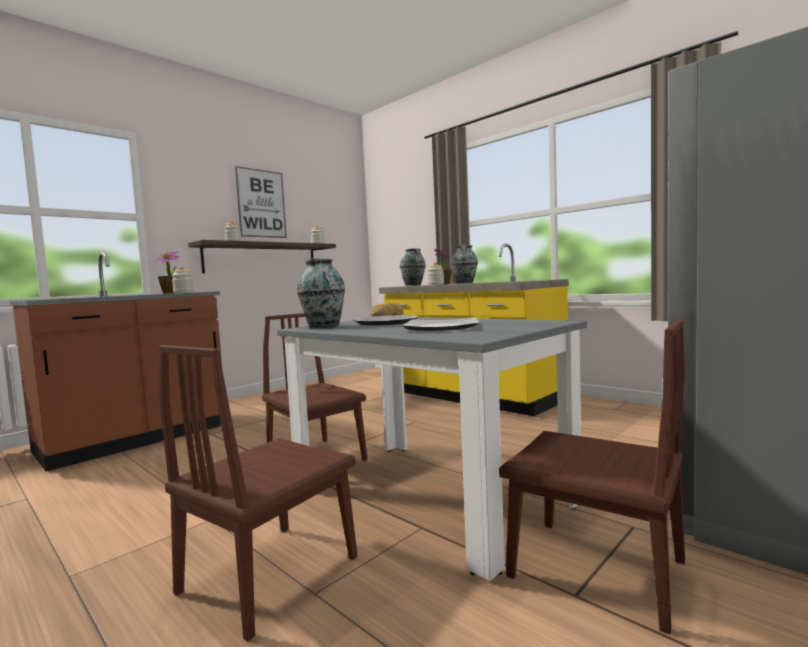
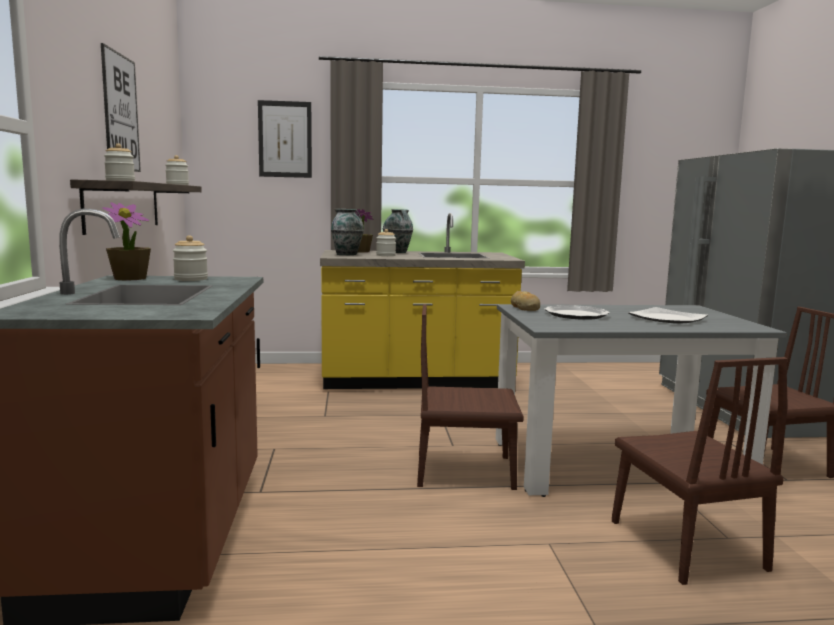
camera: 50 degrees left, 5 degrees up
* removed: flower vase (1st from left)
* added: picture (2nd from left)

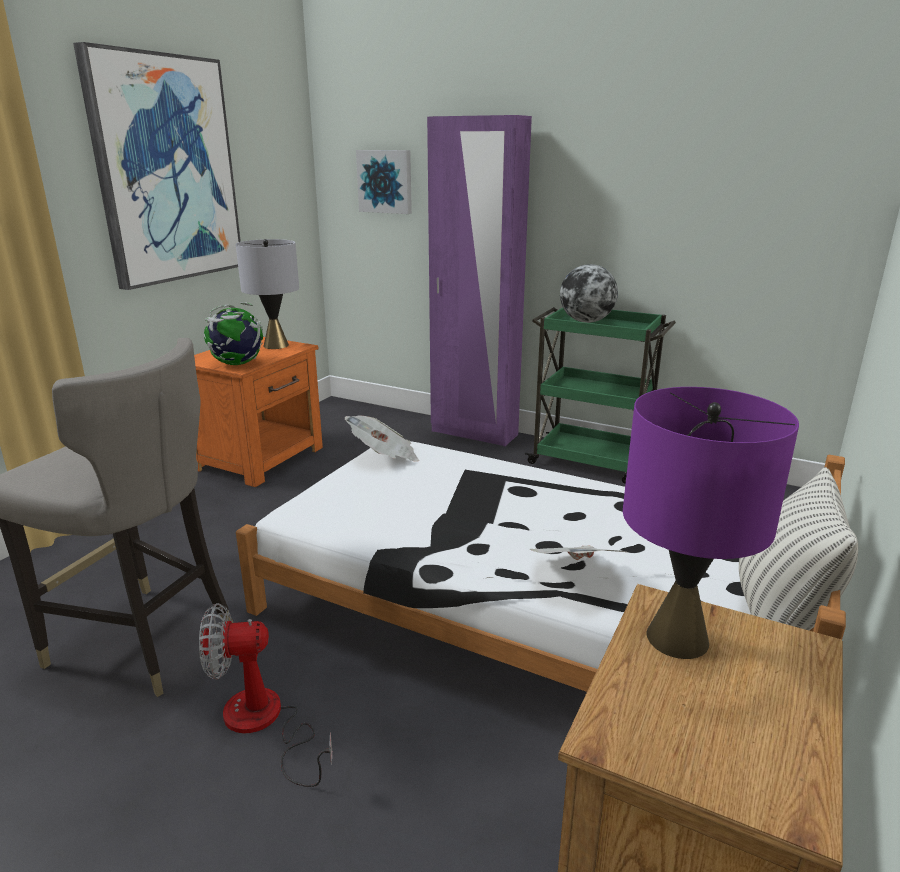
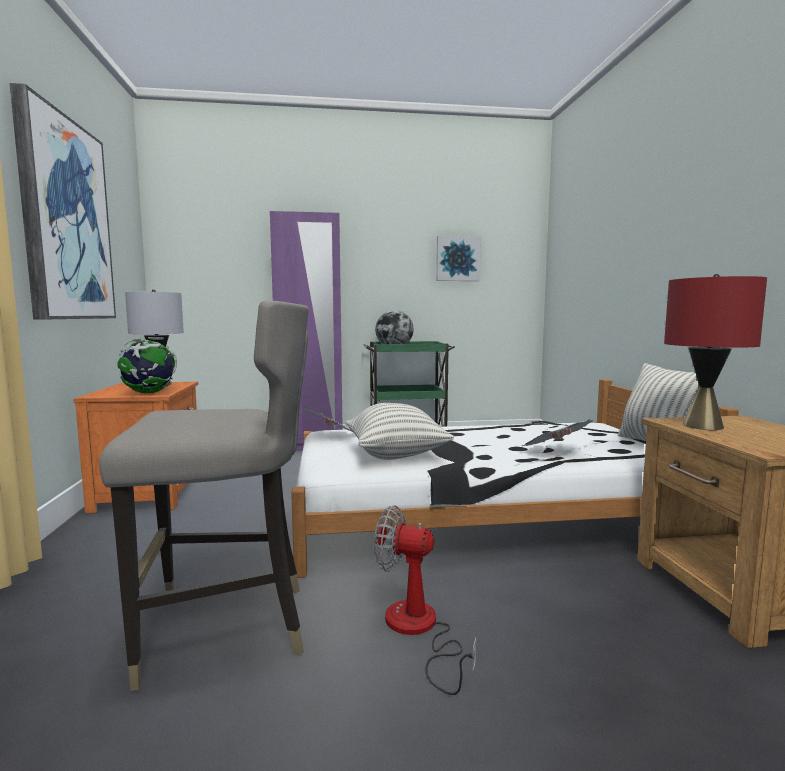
camera: 35 degrees left, 15 degrees down
* turned: electric fan 60 degrees clockwise
* moved: picture (2nd from left)
* recoloured: lamp for a table (purple-coloured) to lamp for a table (red)
* added: cushion (1st from left)

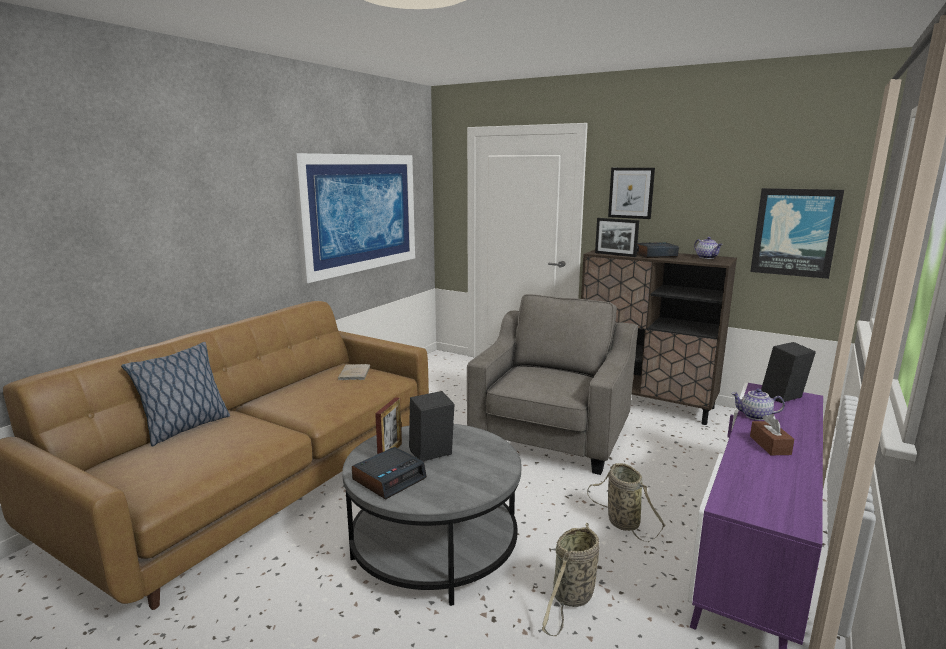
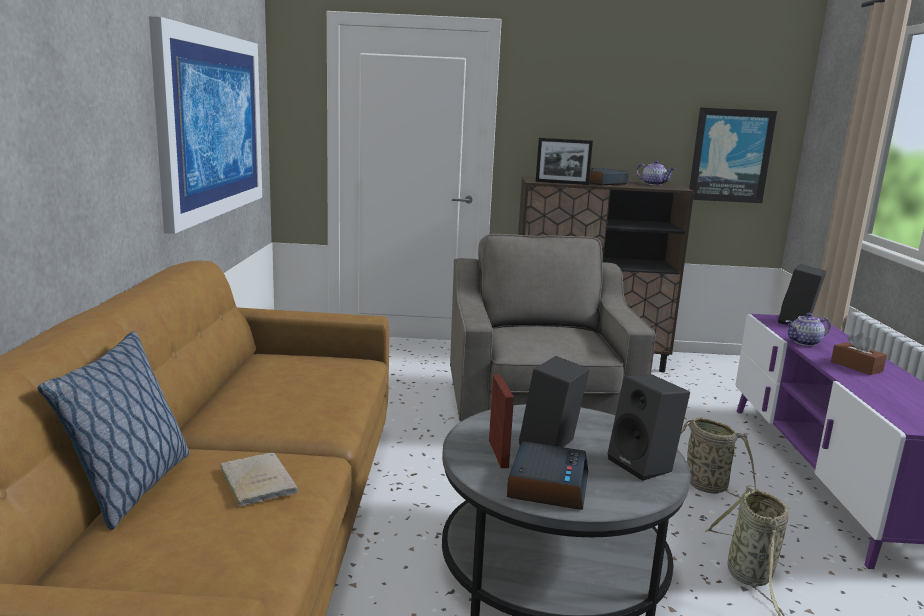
camera: 30 degrees left, 0 degrees up
* moved: bound book (beige-coloured)
* removed: picture (2nd from left)
* added: speaker (black-coloured) (2nd from left)

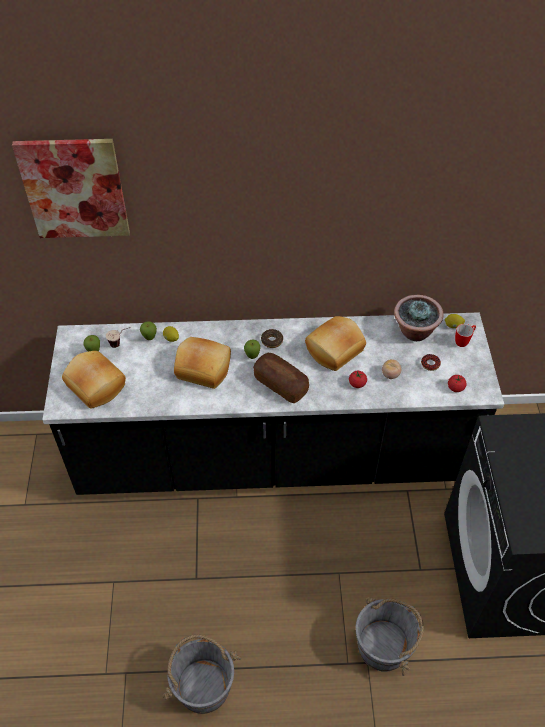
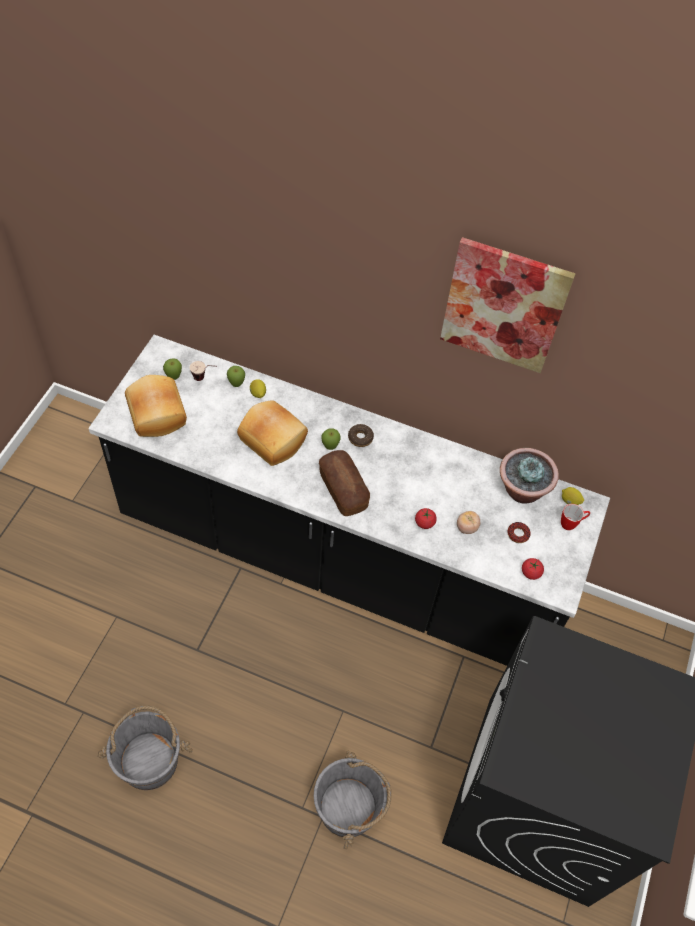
camera: 20 degrees right, 5 degrees up
* moved: picture
* removed: baked bread (4th from left)

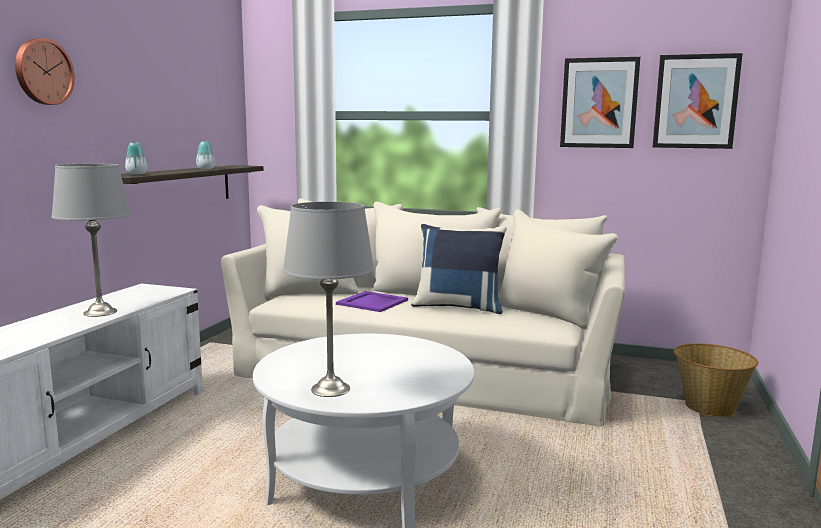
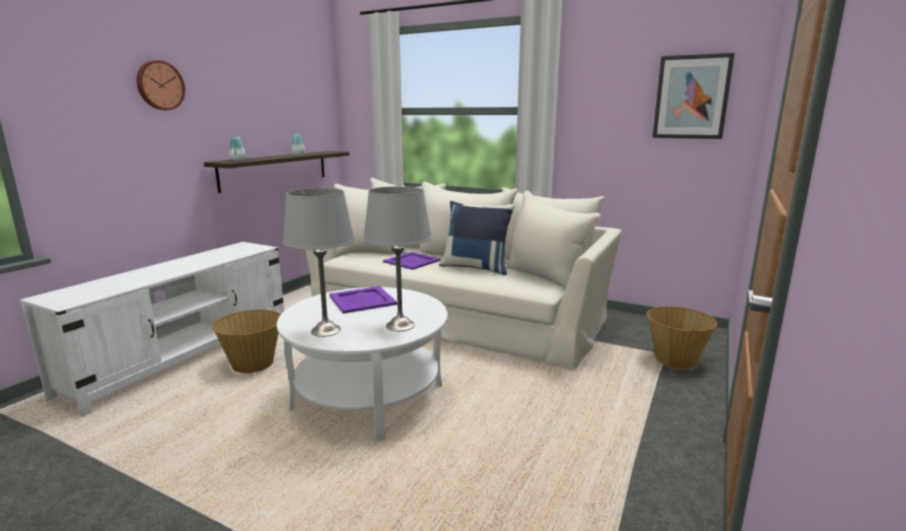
camera: 10 degrees right, 5 degrees up
* moved: lamp for a table (greyish) (1st from left in the first image) to lamp for a table (greyish) (2nd from left)
* removed: picture (1st from left)
* added: basket (1st from left)
* added: carrying tray (purple-coloured) (1st from left)

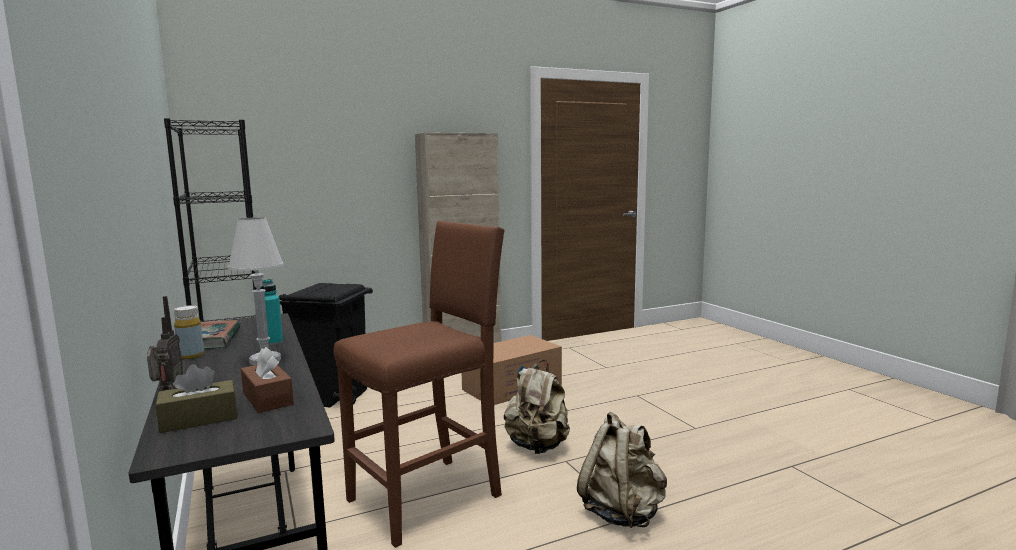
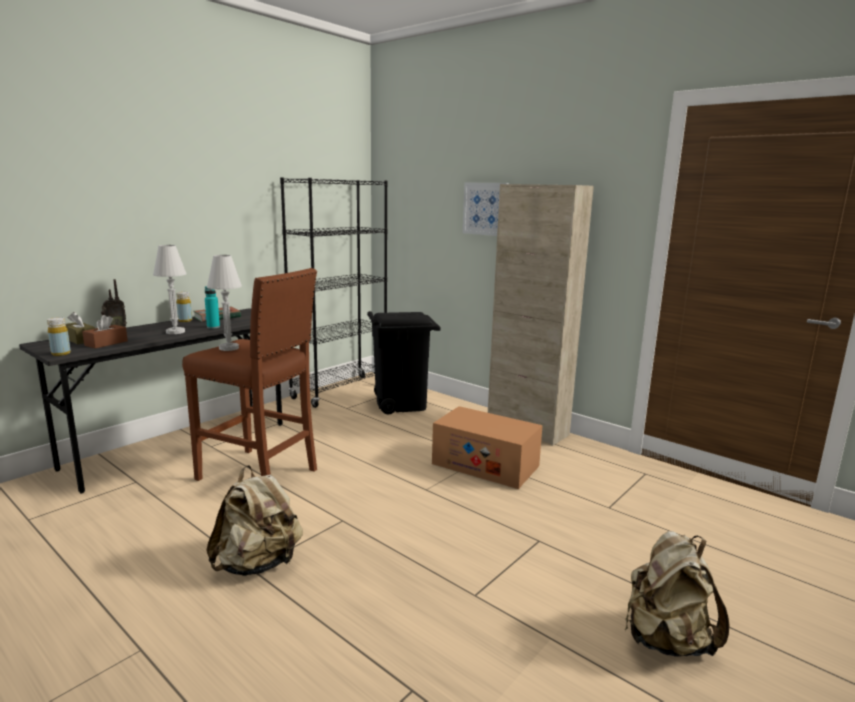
camera: 65 degrees right, 5 degrees up
* moved: knapsack (beige-coloured) (1st from left in the first image) to knapsack (beige-coloured) (2nd from left)
* added: beverage bottle (yellowish) (1st from left)
* added: lamp for a table (white-coloured) (2nd from left)
* added: picture

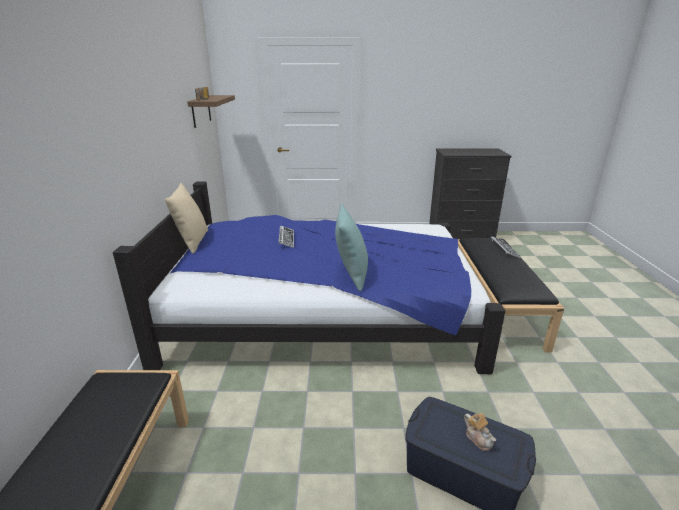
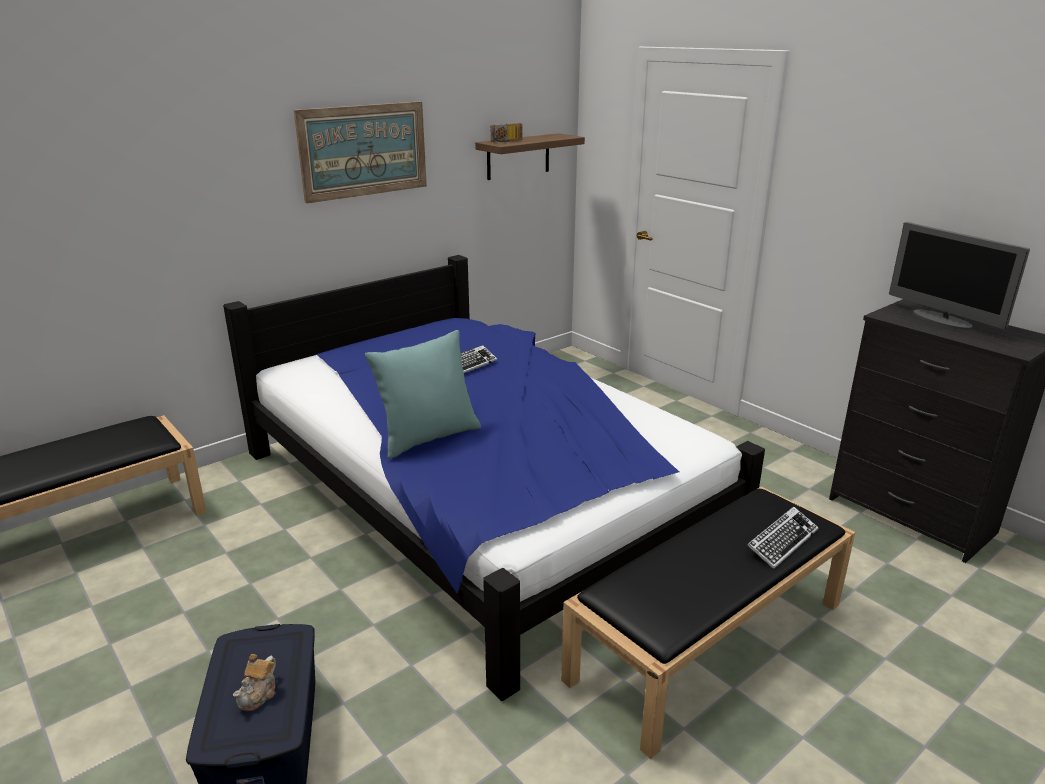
camera: 50 degrees right, 0 degrees up
* removed: cushion (beige-coloured)
* added: picture
* added: monitor

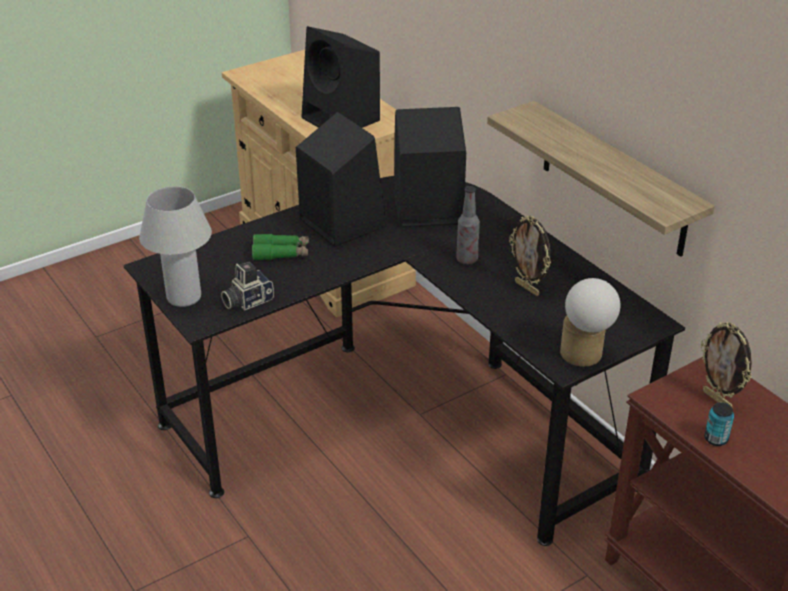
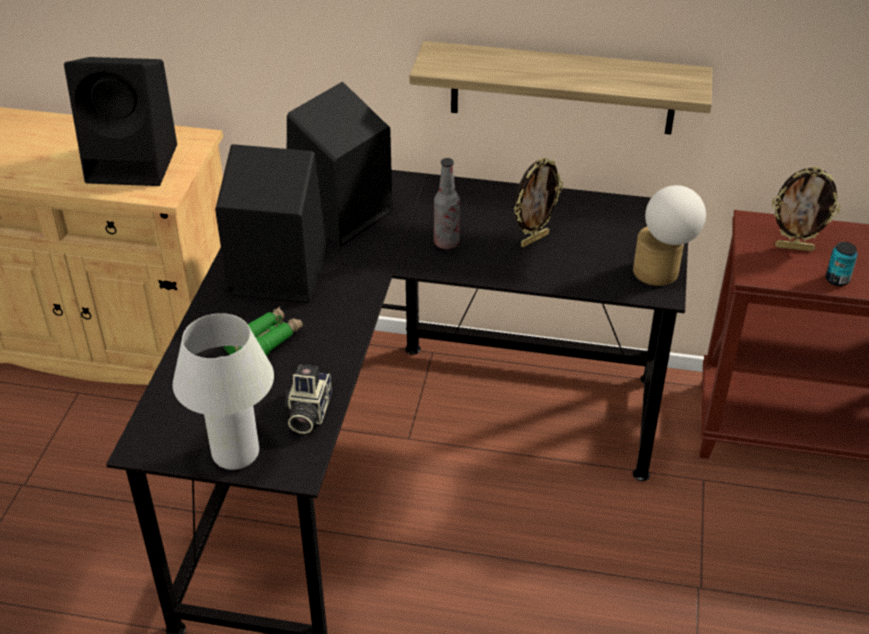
camera: 45 degrees left, 5 degrees up
* turned: standing frame (1st from left) 45 degrees counterclockwise

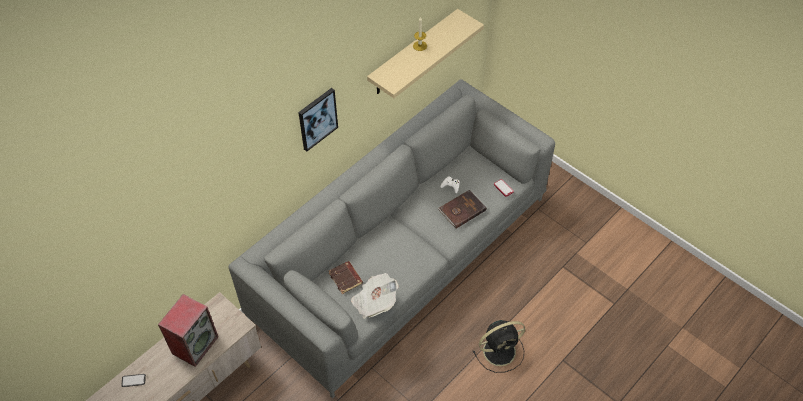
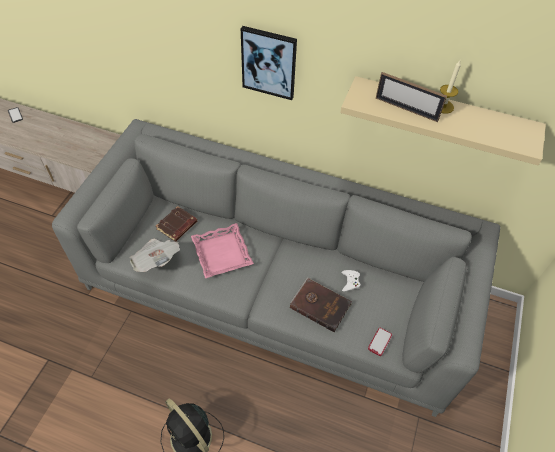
camera: 65 degrees right, 0 degrees up
* removed: speaker
* added: carrying tray (pink)
* added: standing frame

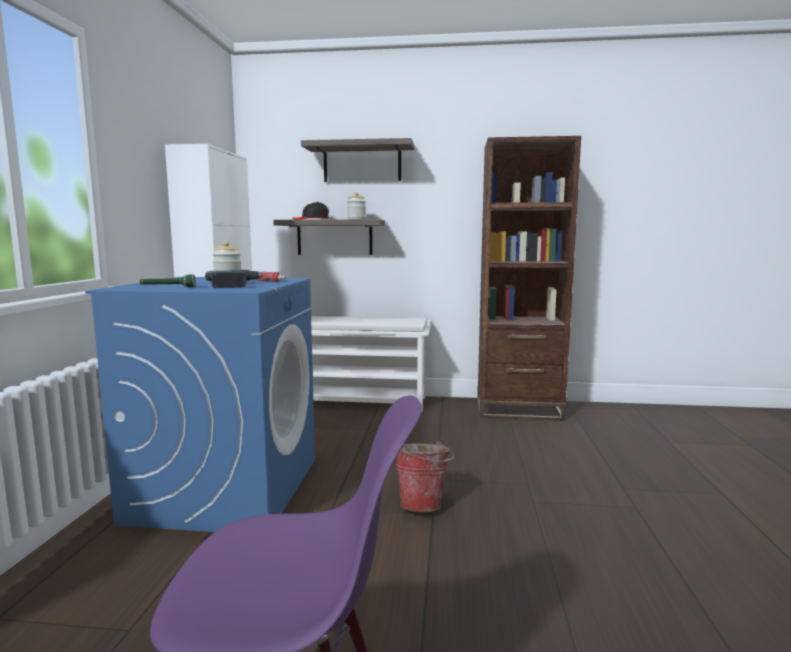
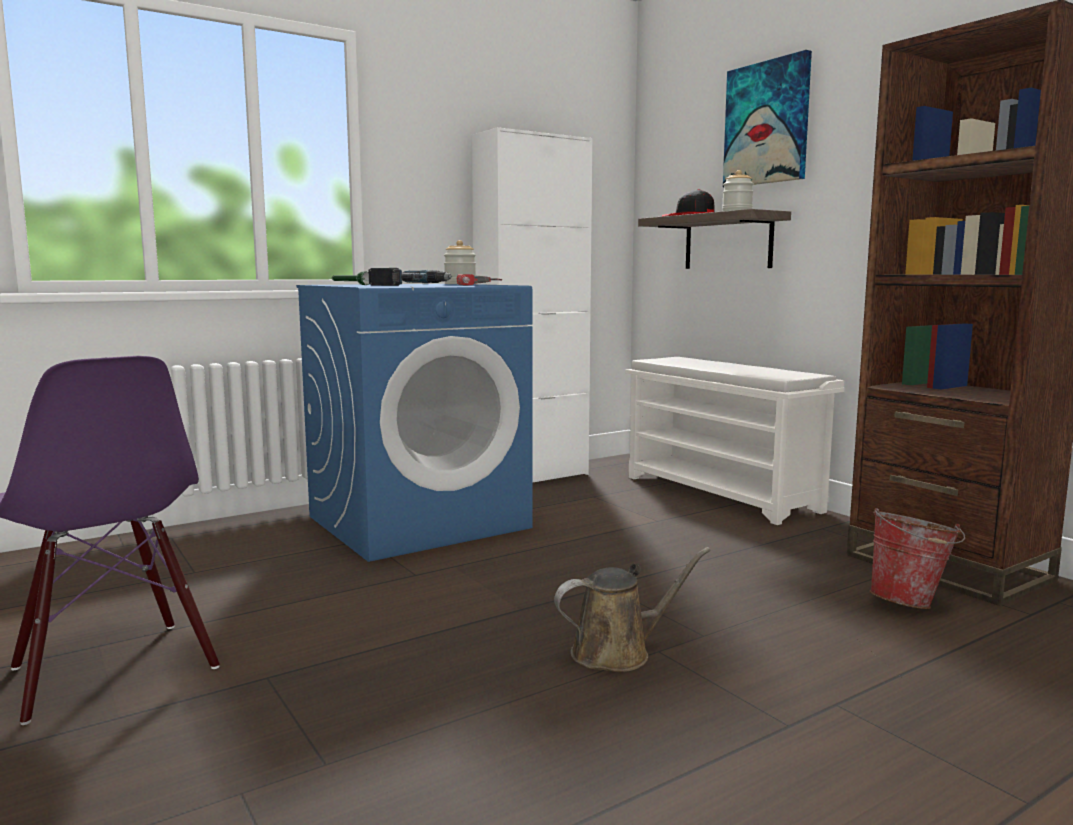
camera: 50 degrees right, 0 degrees up
* replaced: wall shelf (2nd from left) to picture
* moved: pail
* added: watering pot (brown)

